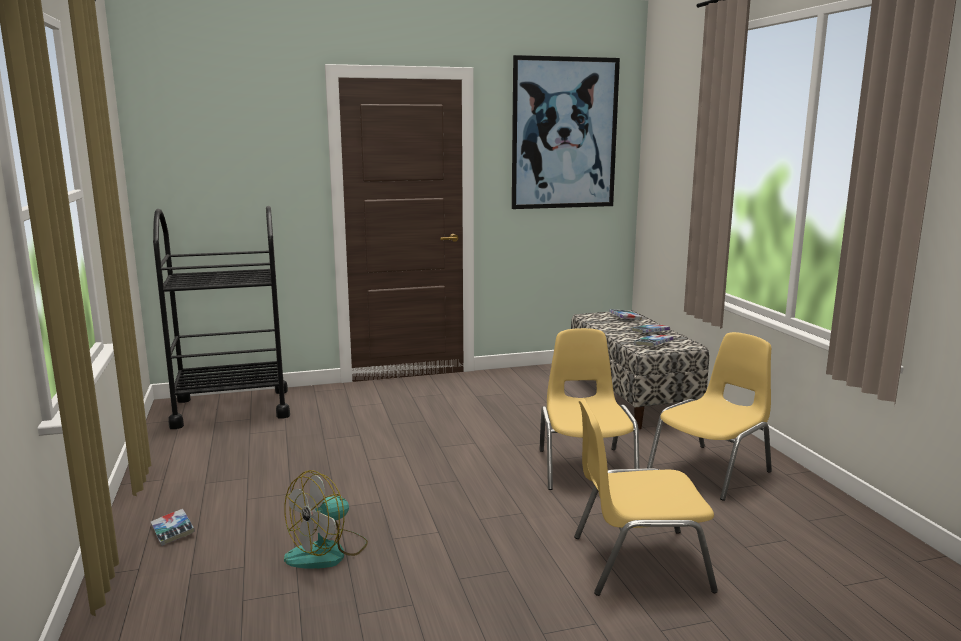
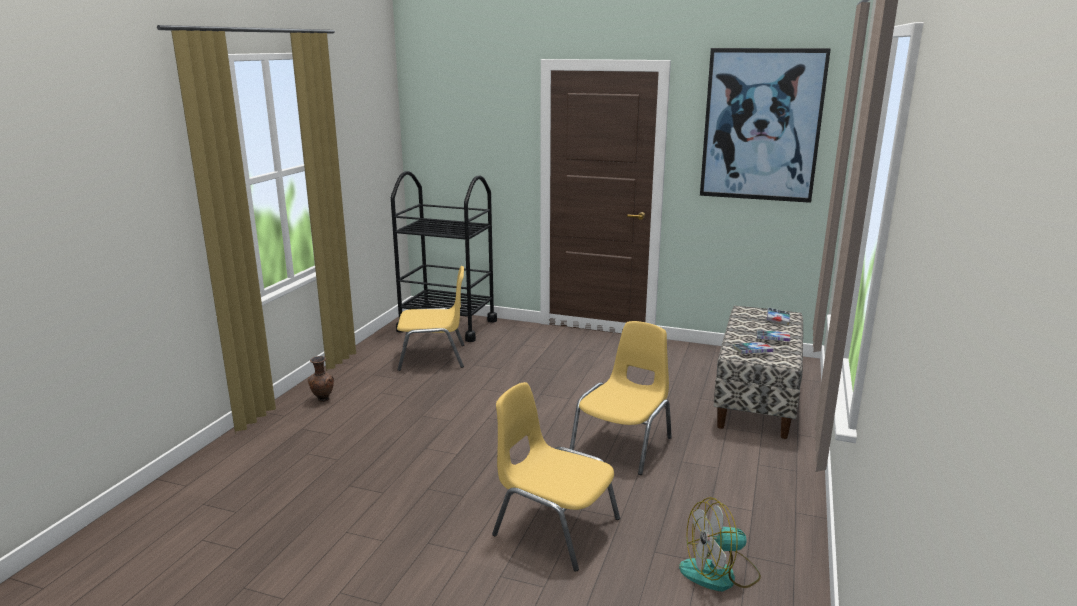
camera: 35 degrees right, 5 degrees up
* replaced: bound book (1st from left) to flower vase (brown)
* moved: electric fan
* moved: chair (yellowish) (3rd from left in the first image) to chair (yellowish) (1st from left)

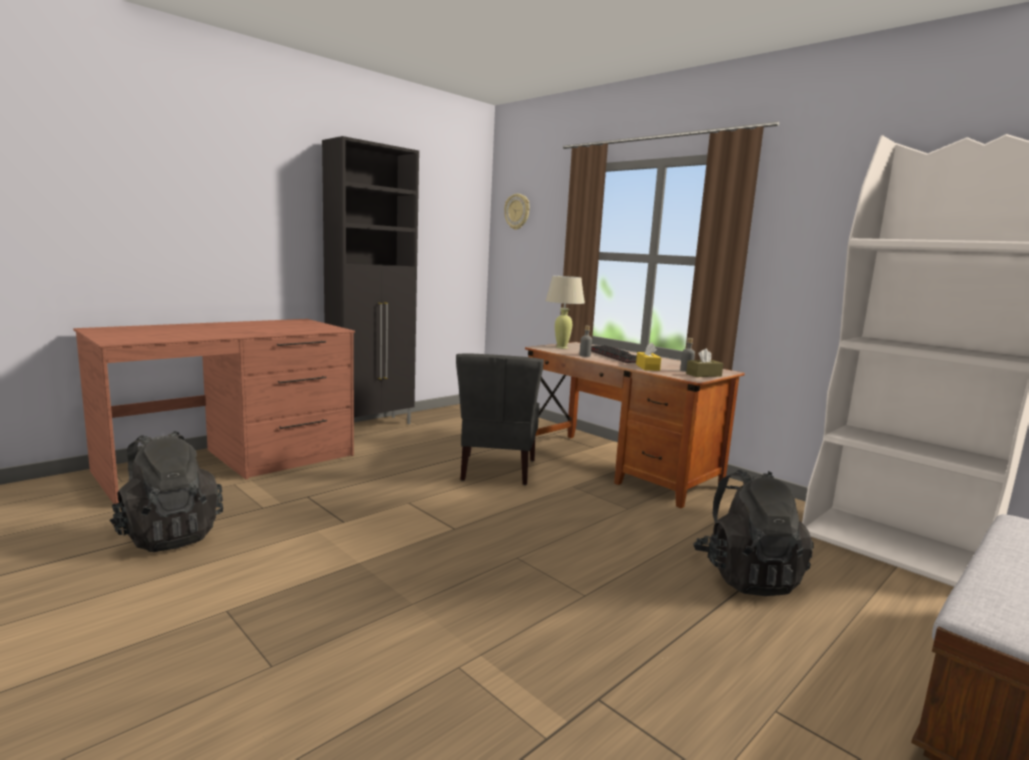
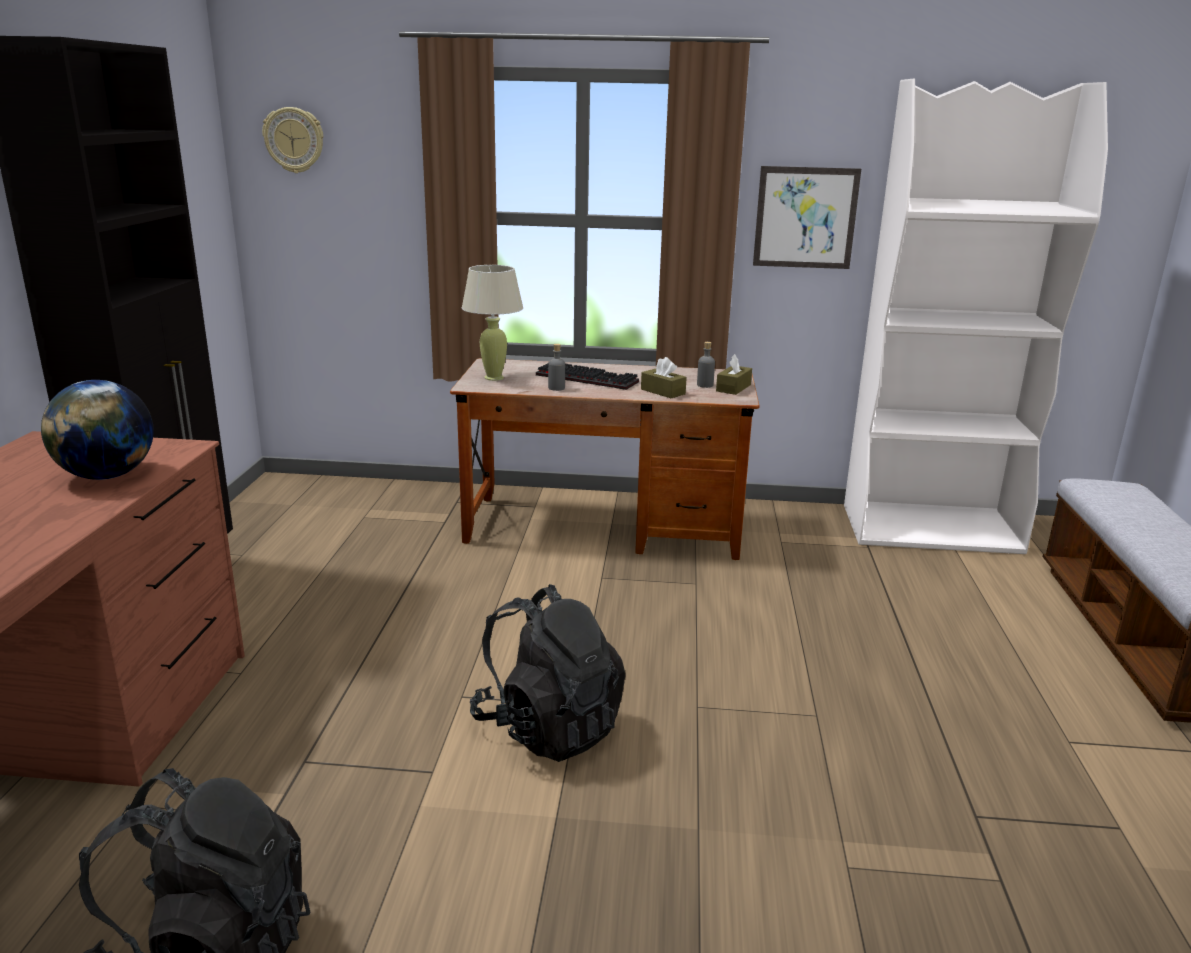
camera: 40 degrees left, 10 degrees up
* removed: chair (greyish)
* recoloured: tissue box (yellowish) to tissue box (brown) (1st from left)
* moved: knapsack (black-coloured) (2nd from left)
* added: world globe
* added: picture

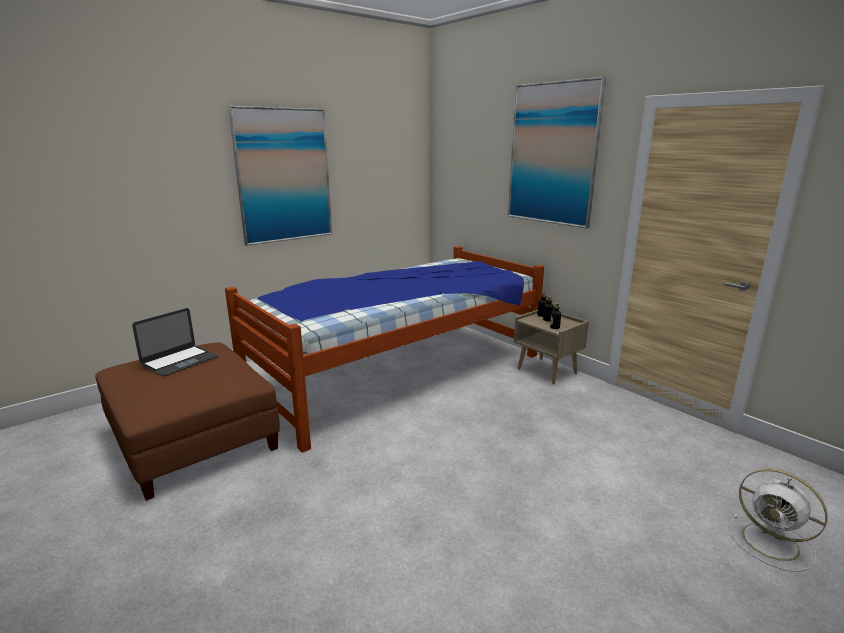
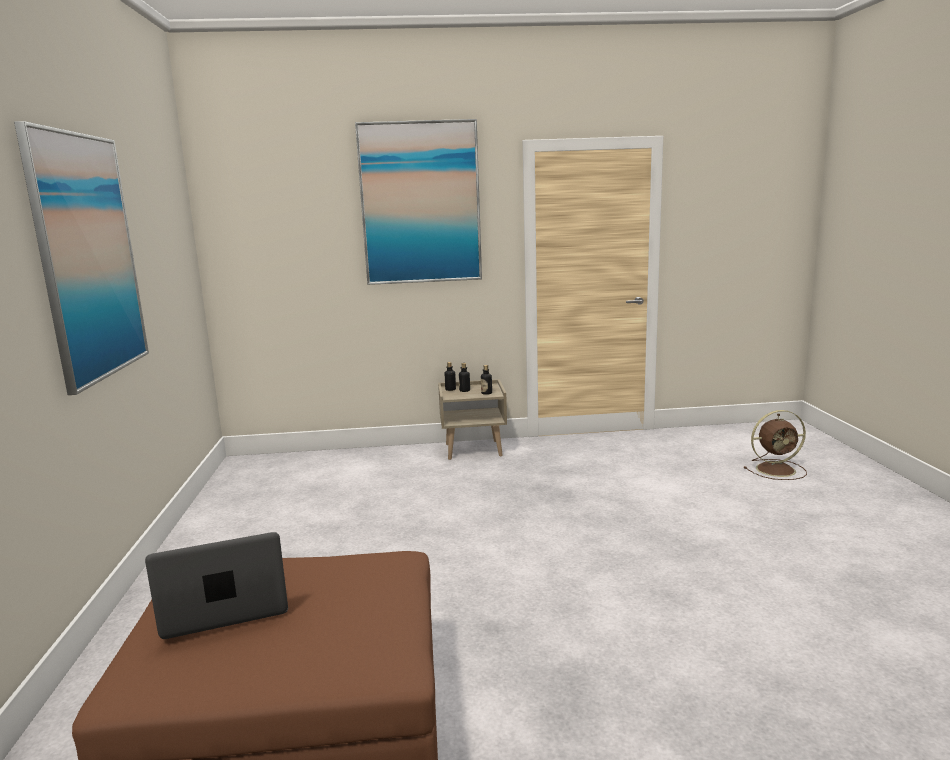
camera: 55 degrees left, 5 degrees down
* turned: notebook computer 90 degrees counterclockwise
* removed: bed
* recoloured: electric fan (white-coloured) to electric fan (brown)

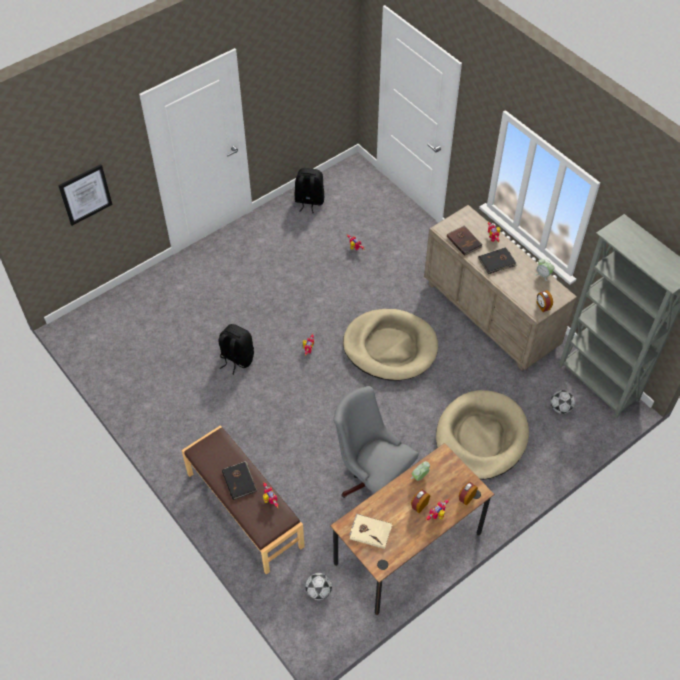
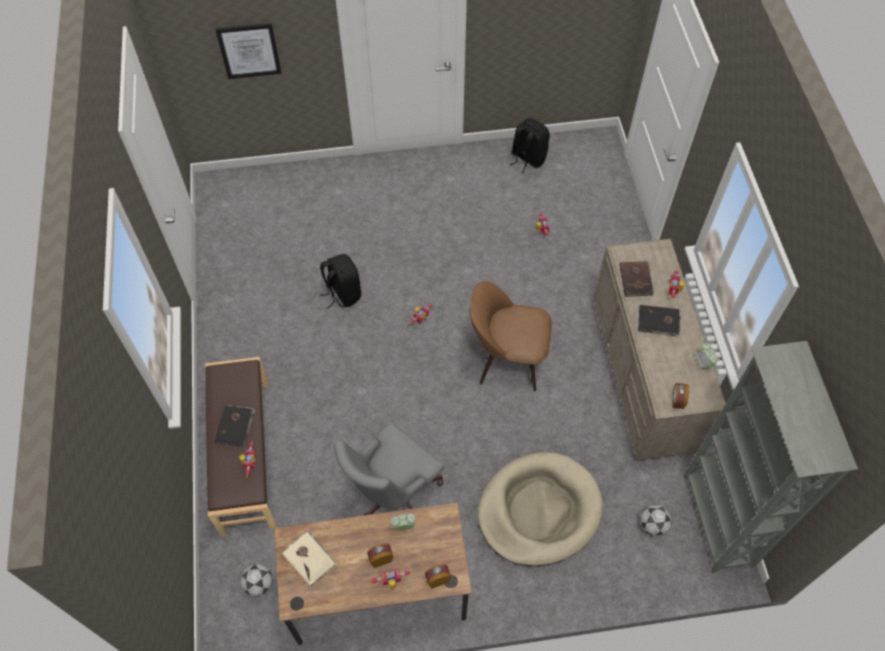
camera: 30 degrees right, 5 degrees up
* turned: desk chair (greyish) 120 degrees counterclockwise
* replaced: dog bed (beige-coloured) (1st from left) to chair (brown)

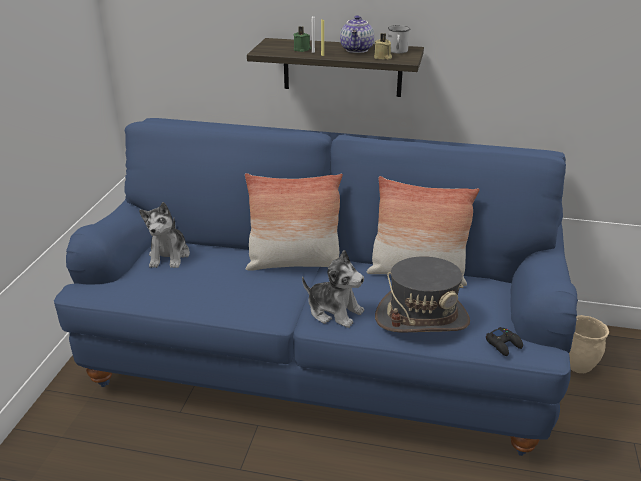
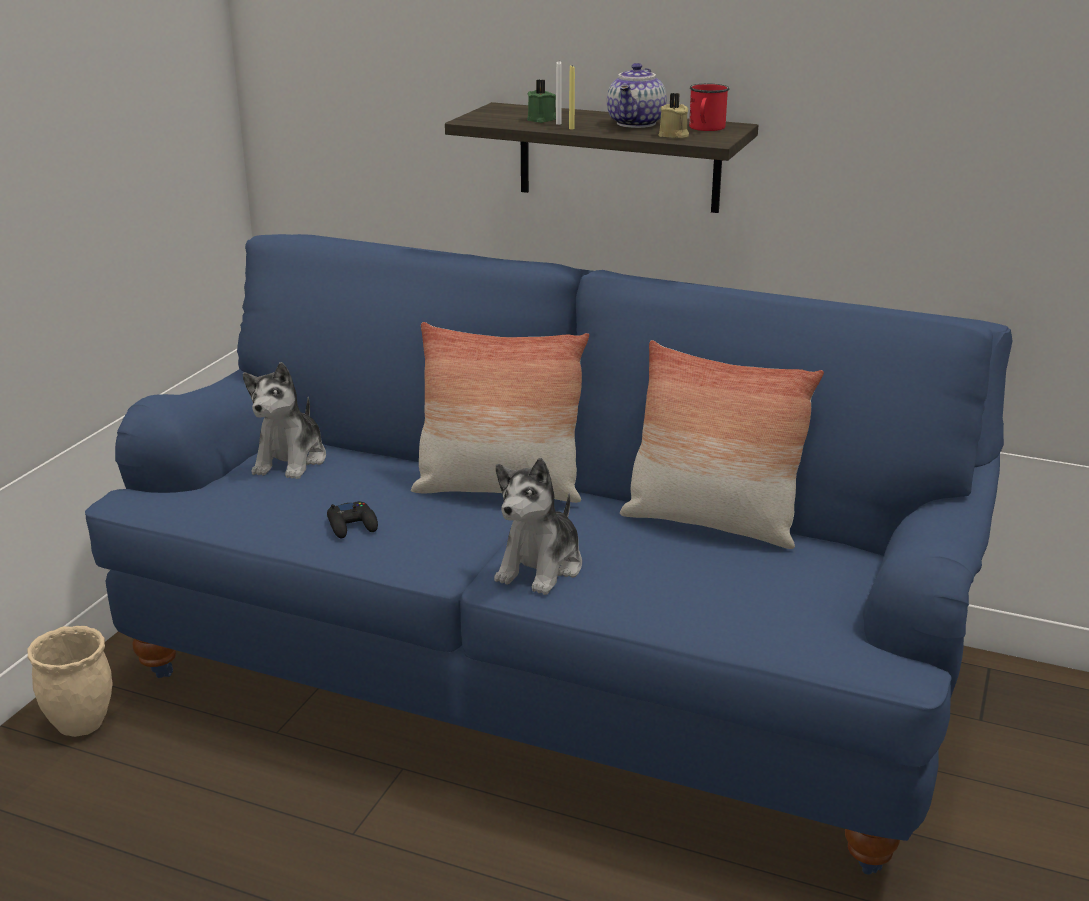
camera: 10 degrees right, 5 degrees down
* turned: cuddly toy (2nd from left) 75 degrees clockwise
* removed: wearable hat (greyish)
* recoloured: tea mug (white-coloured) to tea mug (red)
* moved: gamepad (black-coloured)
* moved: flower pot (beige-coloured)

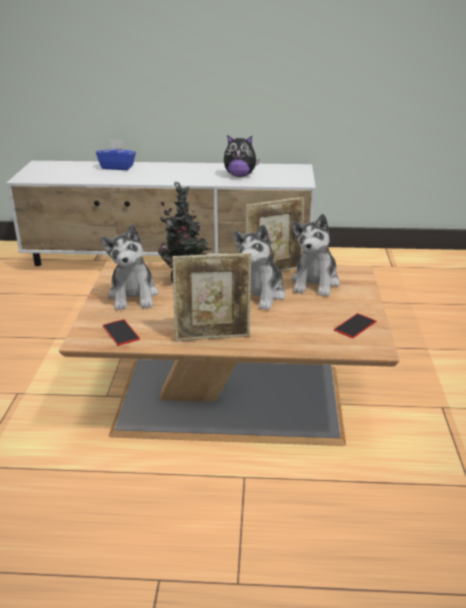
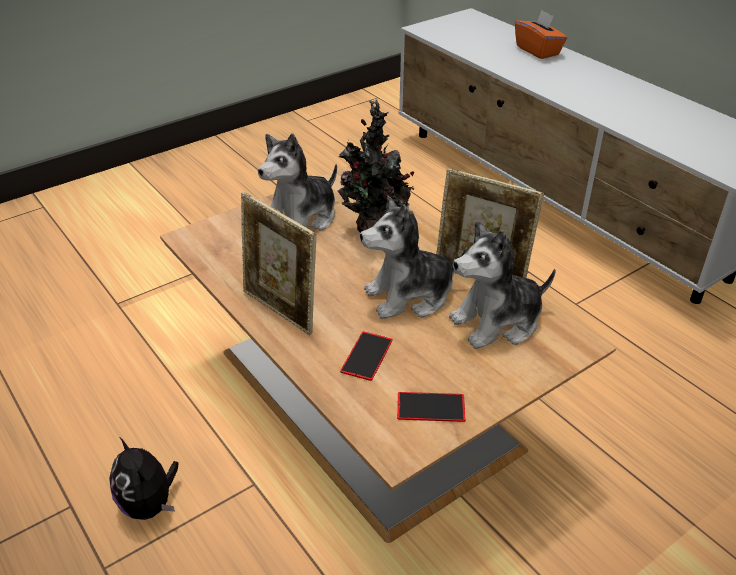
camera: 50 degrees right, 10 degrees up
* recoloured: tissue box (blue-coloured) to tissue box (orange)
* moved: handset (1st from left)
* moved: cuddly toy (2nd from left in the first image) to cuddly toy (1st from left)

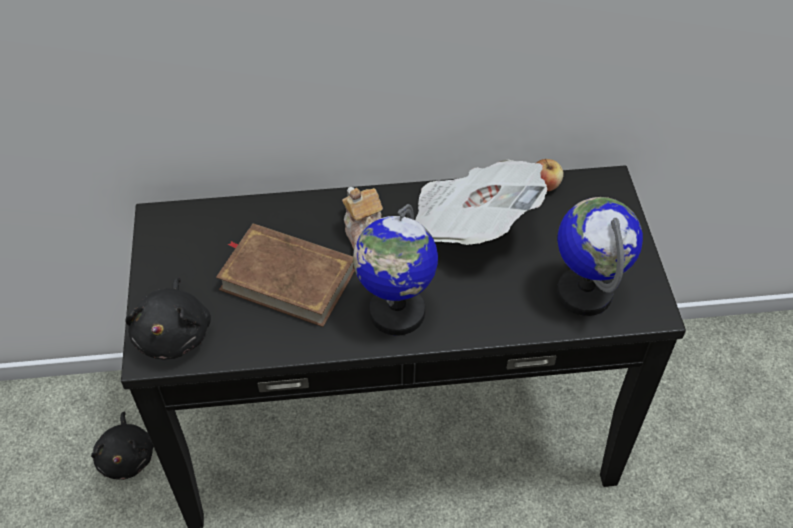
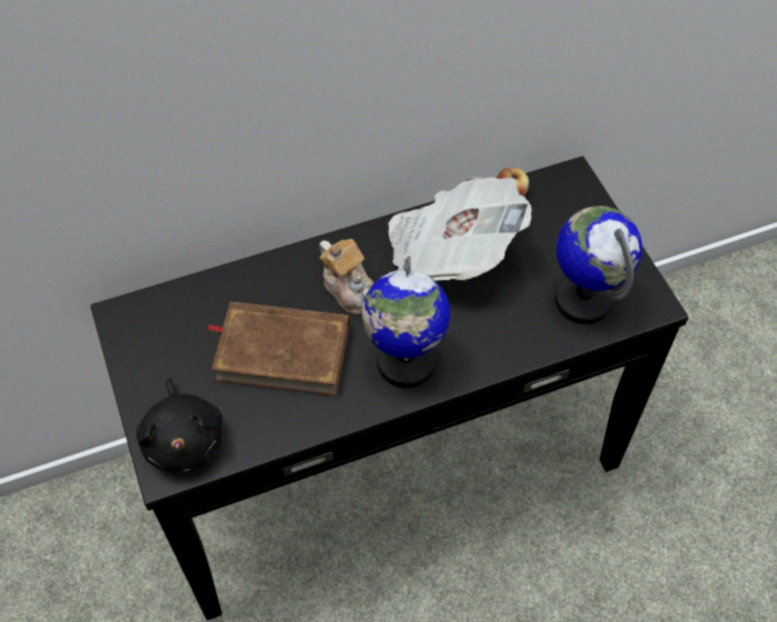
camera: 15 degrees left, 5 degrees up
* removed: cuddly toy (black-coloured) (1st from left)

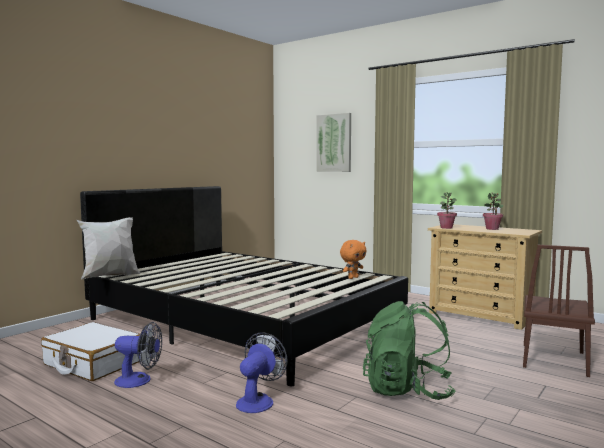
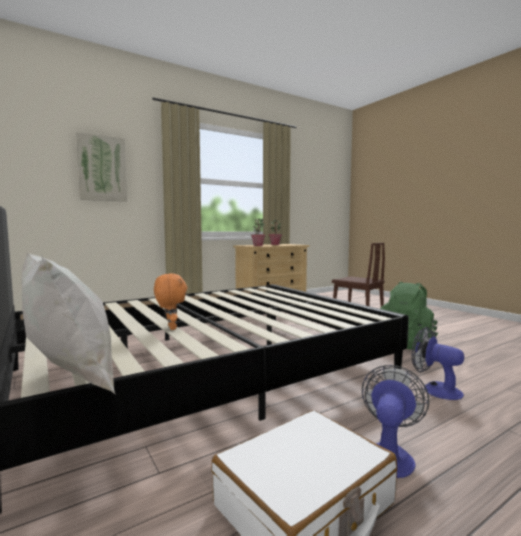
camera: 70 degrees left, 0 degrees up
* moved: cuddly toy (orange)

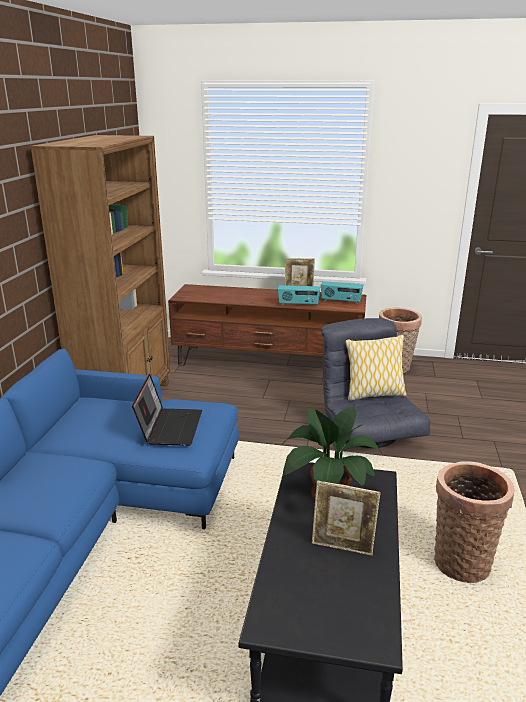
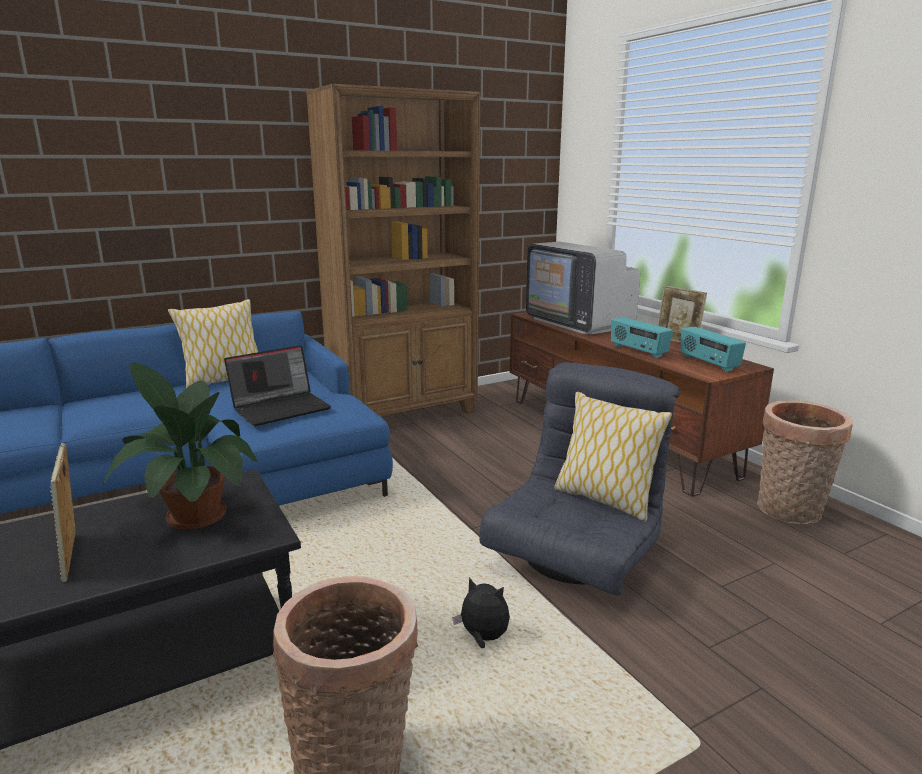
camera: 50 degrees right, 5 degrees down
* added: cushion (1st from left)
* added: cuddly toy
* added: TV set

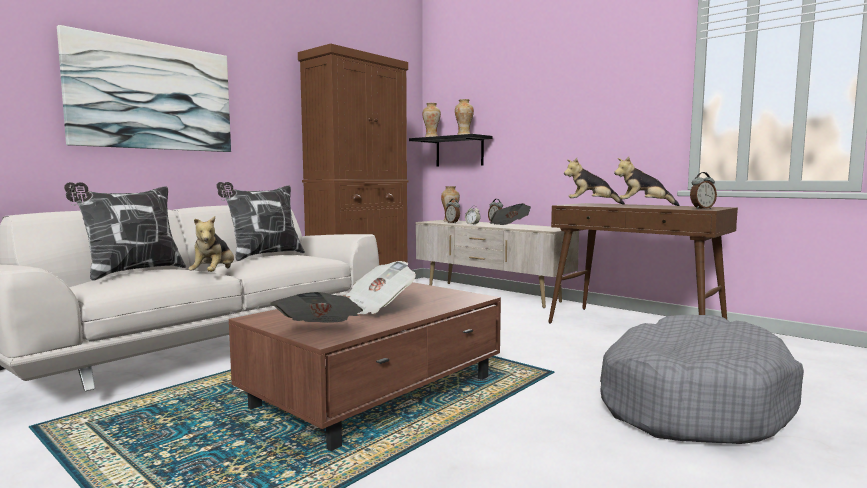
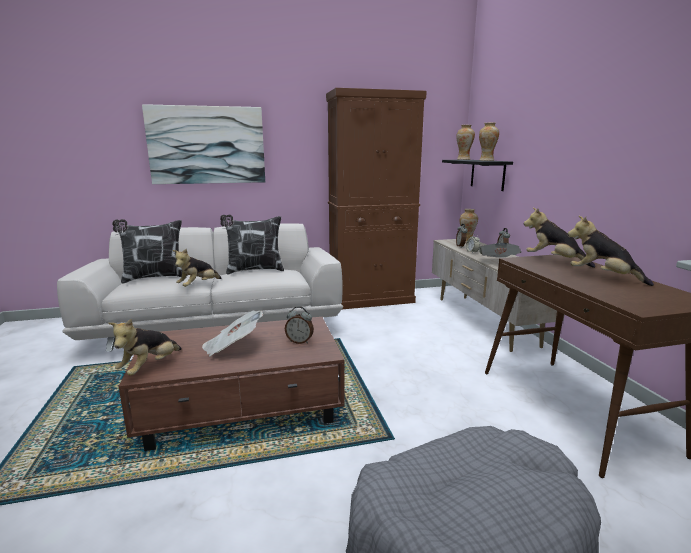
camera: 35 degrees right, 10 degrees up
* replaced: printed paper (1st from left) to cuddly toy (1st from left)
* moved: bedside clock (4th from left in the first image) to bedside clock (1st from left)

